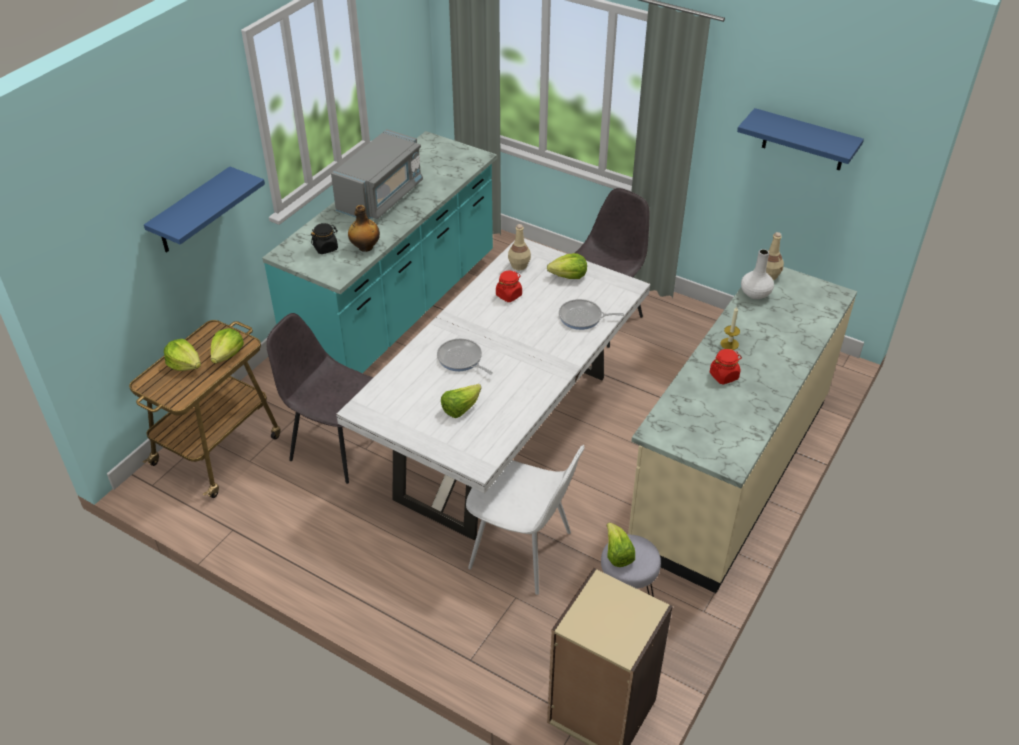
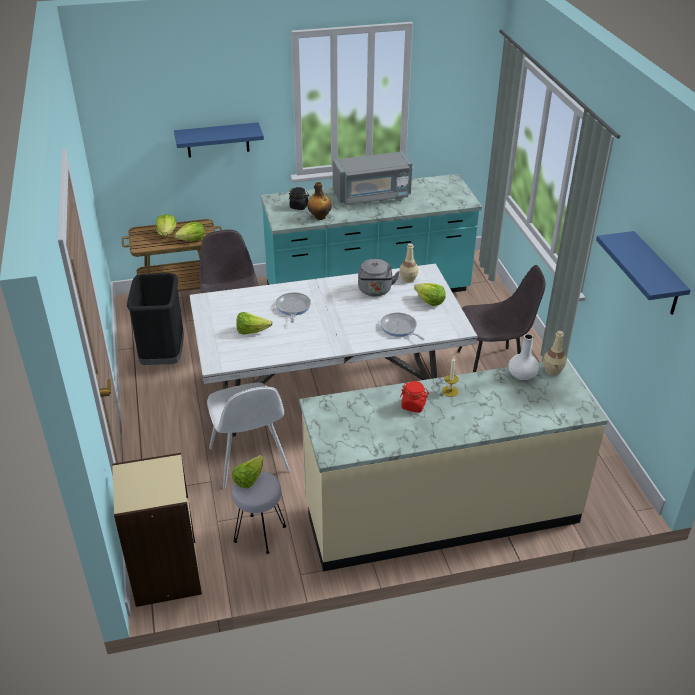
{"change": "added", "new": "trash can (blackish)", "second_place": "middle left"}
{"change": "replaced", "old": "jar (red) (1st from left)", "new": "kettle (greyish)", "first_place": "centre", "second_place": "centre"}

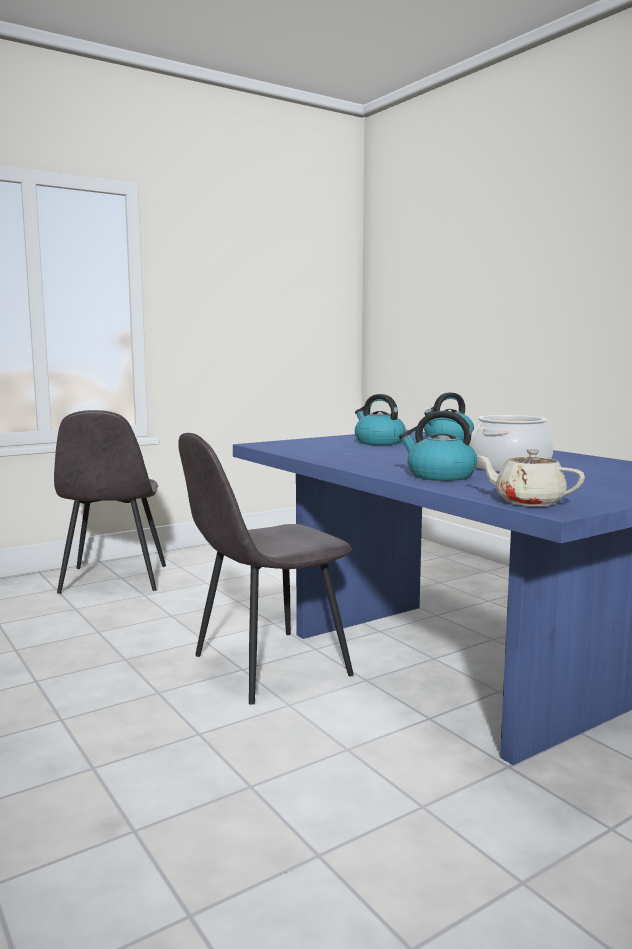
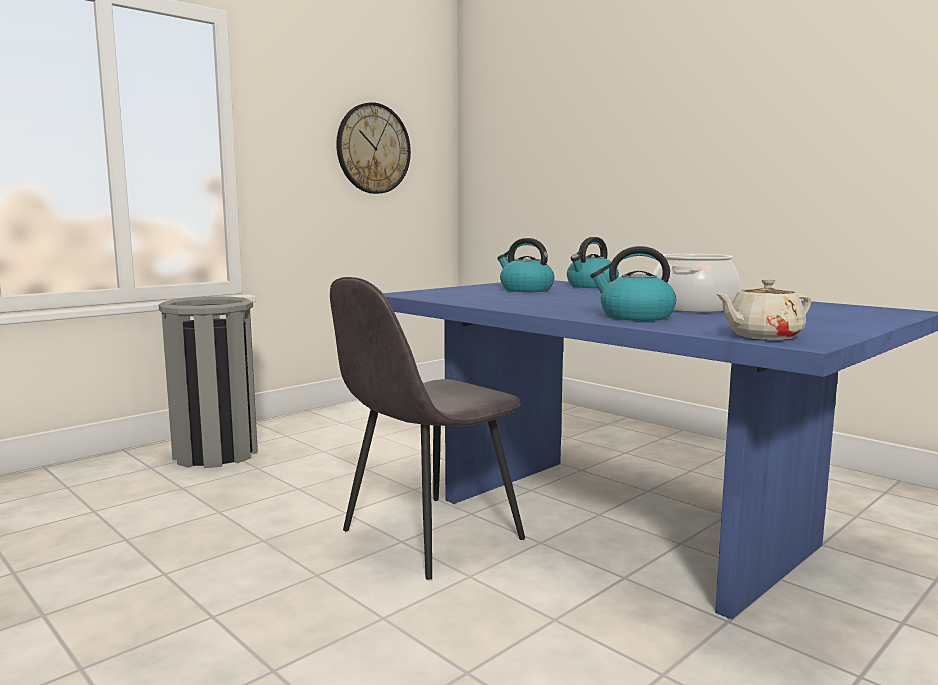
{"change": "added", "new": "wall clock", "second_place": "top centre"}
{"change": "replaced", "old": "plain chair (greyish) (1st from left)", "new": "trash can (greyish)", "first_place": "middle left", "second_place": "middle left"}
{"change": "turned", "old": "tea pot (beige-coloured)", "first_place": "middle right", "second_place": "middle right", "degrees": -45}

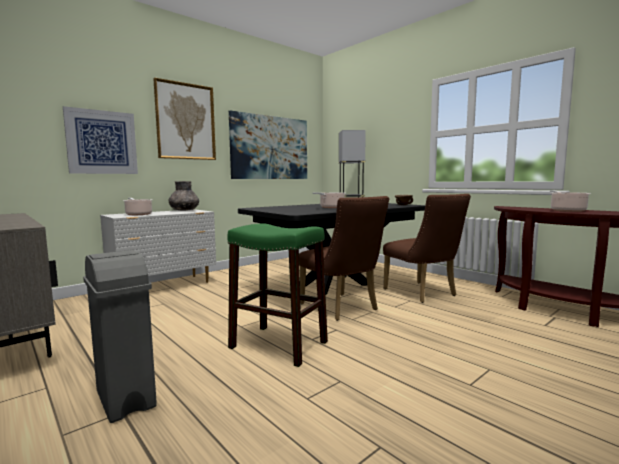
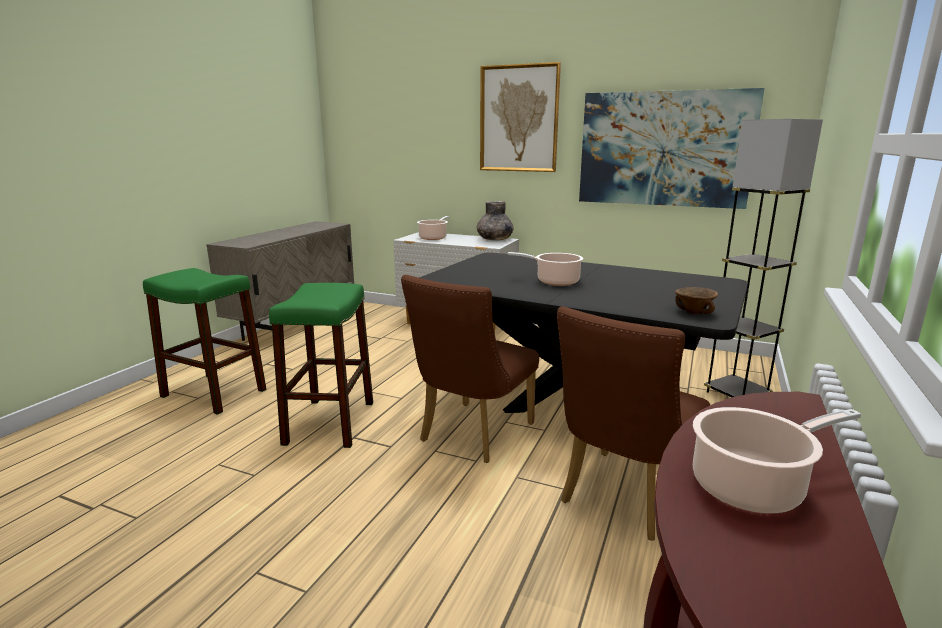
{"change": "removed", "old": "wall art (1st from left)", "first_place": "top left"}
{"change": "replaced", "old": "trash can (greyish)", "new": "stool seat (greenish) (1st from left)", "first_place": "bottom left", "second_place": "middle left"}

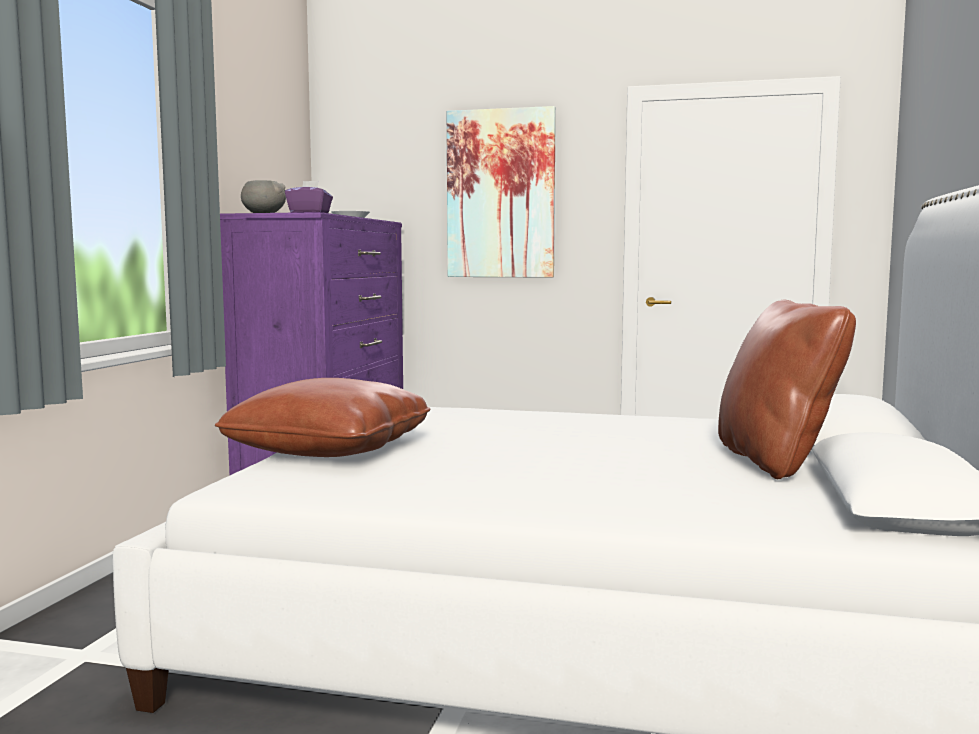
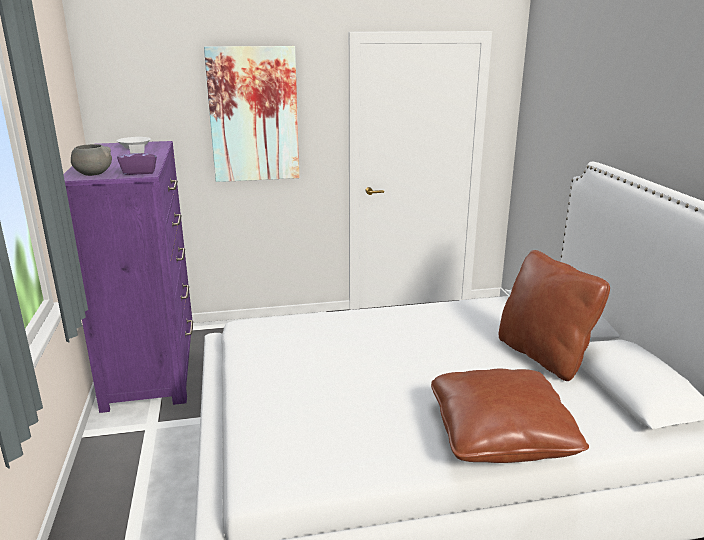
{"change": "moved", "old": "throw pillow (brown) (1st from left)", "first_place": "middle left", "second_place": "bottom right"}

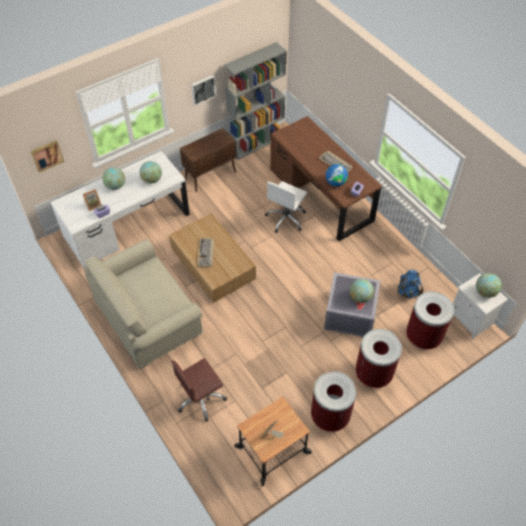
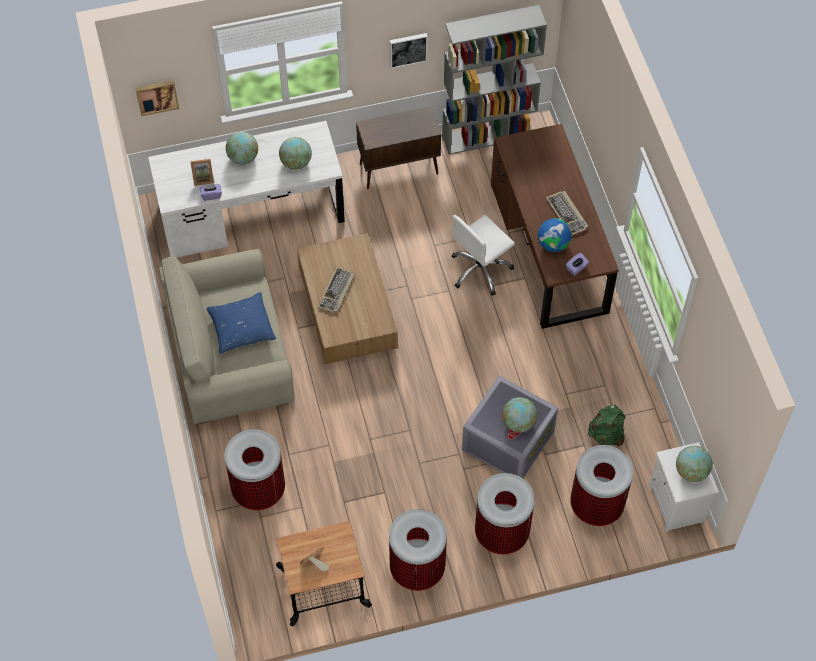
{"change": "added", "new": "throw pillow (blue-coloured)", "second_place": "middle left"}
{"change": "replaced", "old": "desk chair (brown)", "new": "trash can (1st from left)", "first_place": "bottom centre", "second_place": "bottom left"}
{"change": "recoloured", "old": "rucksack (blue-coloured)", "new": "rucksack (greenish)", "first_place": "middle right", "second_place": "middle right"}

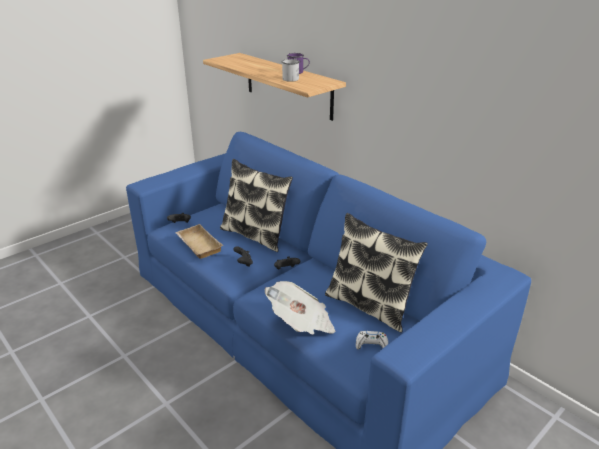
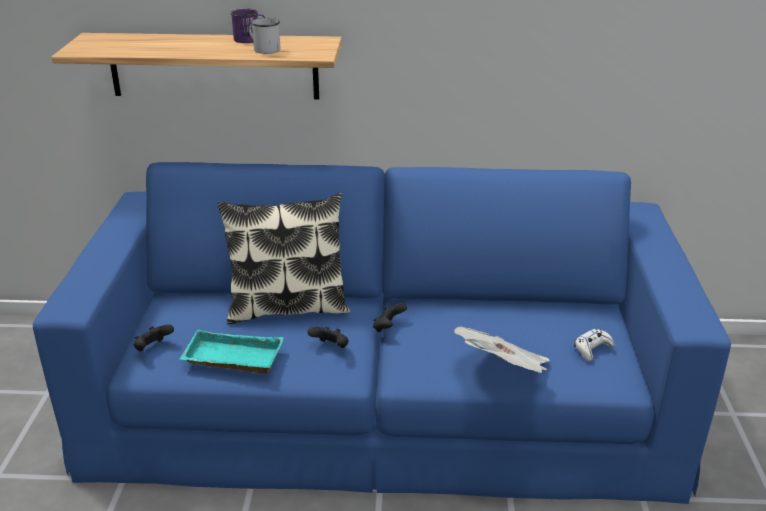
{"change": "removed", "old": "throw pillow (2nd from left)", "first_place": "centre"}
{"change": "recoloured", "old": "tray (beige-coloured)", "new": "tray (blue-green)", "first_place": "middle left", "second_place": "bottom left"}

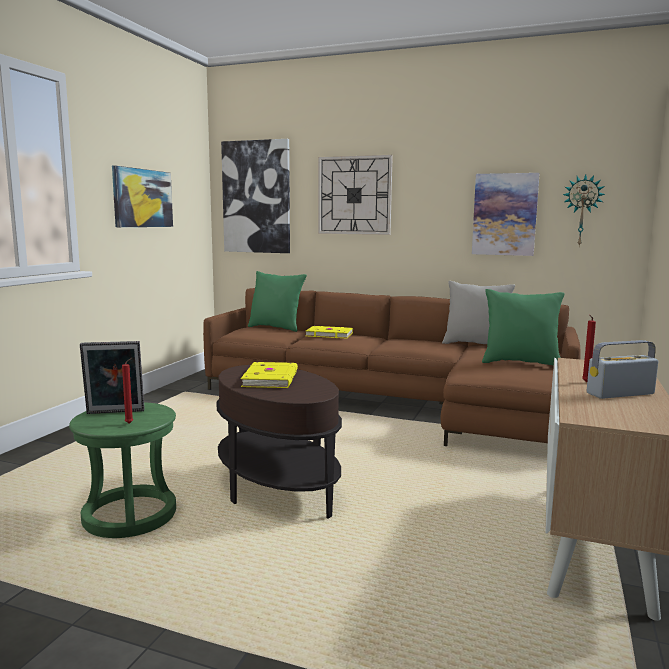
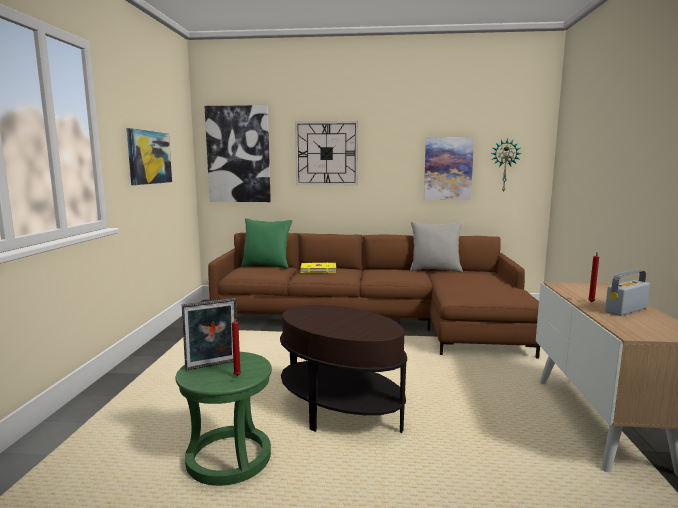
{"change": "removed", "old": "bound book (yellow) (1st from left)", "first_place": "centre"}
{"change": "removed", "old": "throw pillow (greenish) (2nd from left)", "first_place": "middle right"}

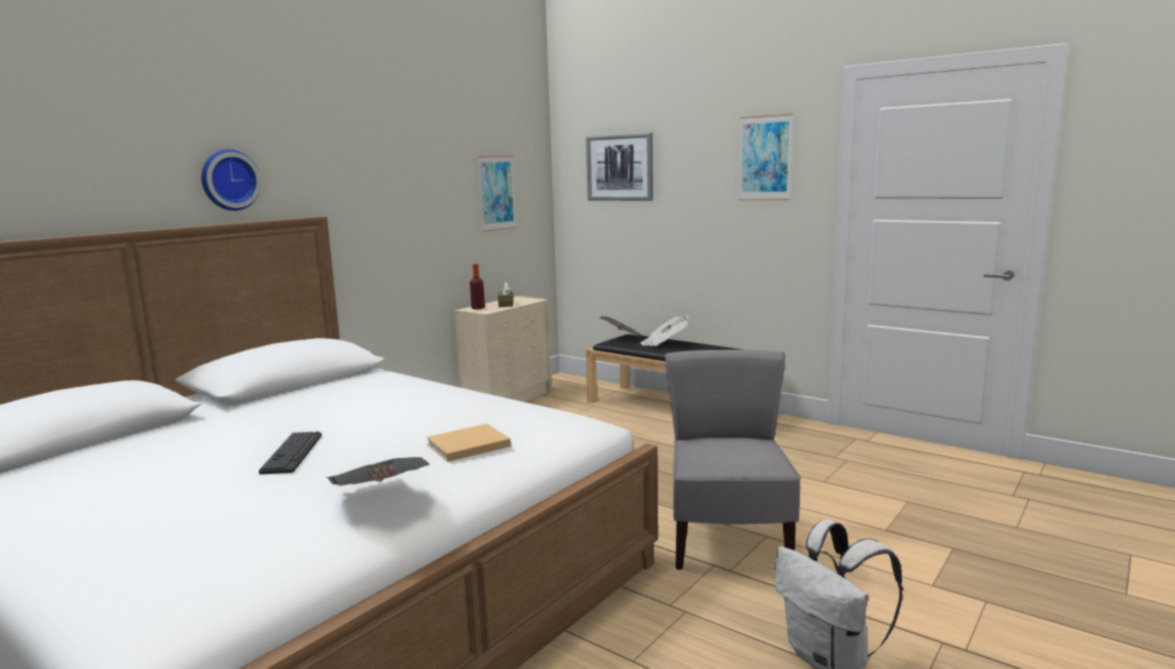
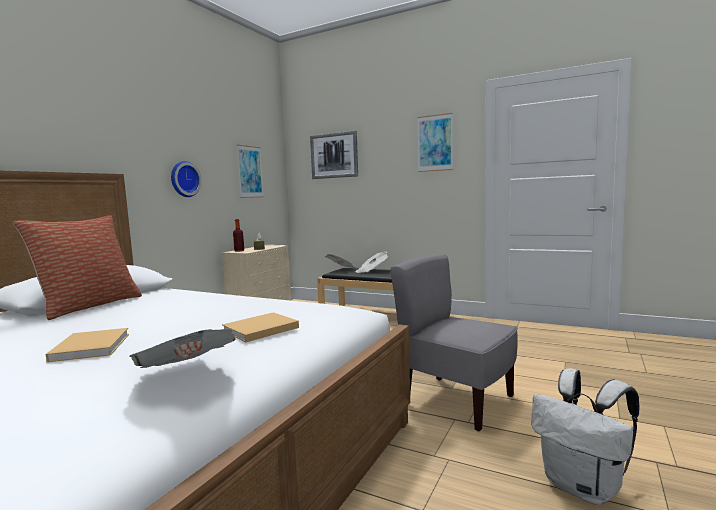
{"change": "added", "new": "throw pillow", "second_place": "middle left"}
{"change": "moved", "old": "wall clock", "first_place": "top left", "second_place": "middle left"}
{"change": "replaced", "old": "computer keyboard", "new": "bound book (beige-coloured) (1st from left)", "first_place": "bottom left", "second_place": "bottom left"}
{"change": "turned", "old": "plain chair (greyish)", "first_place": "bottom centre", "second_place": "bottom centre", "degrees": -45}

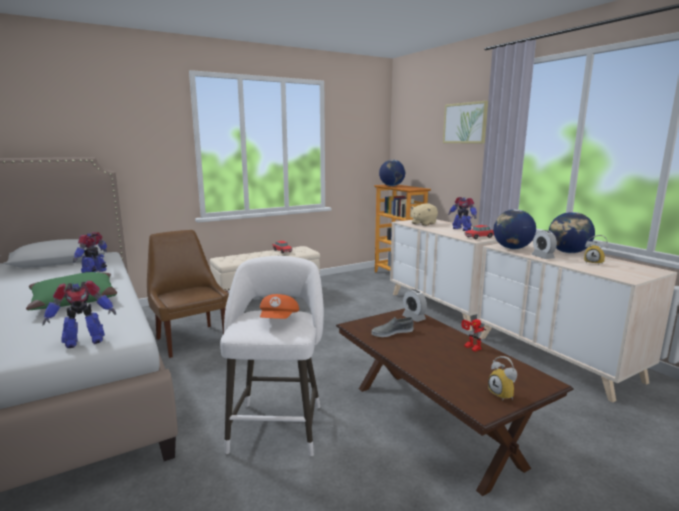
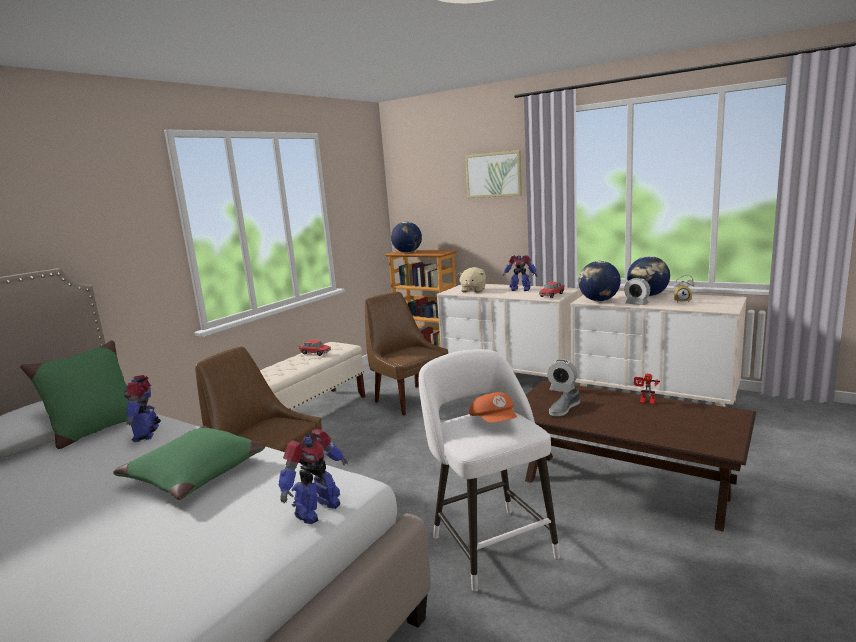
{"change": "removed", "old": "alarm clock (2nd from left)", "first_place": "bottom right"}
{"change": "added", "new": "throw pillow (greenish) (1st from left)", "second_place": "middle left"}
{"change": "added", "new": "plain chair (brown) (2nd from left)", "second_place": "centre"}

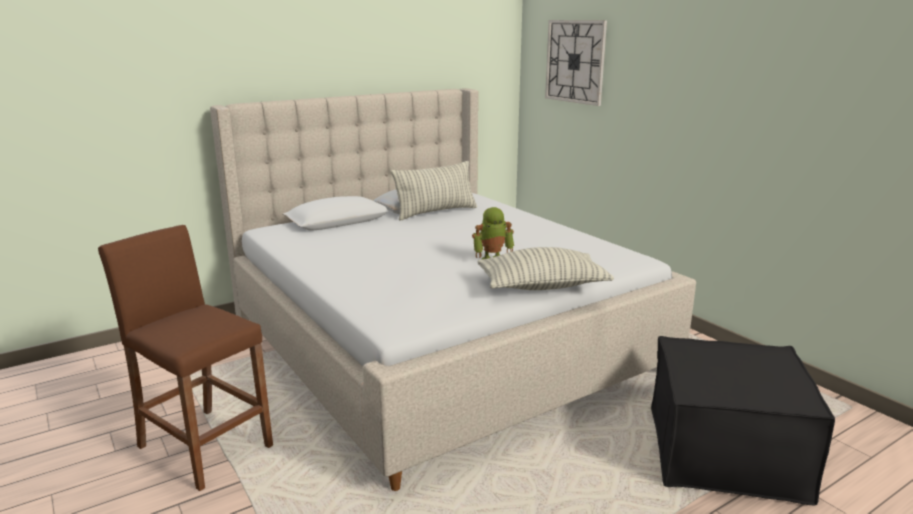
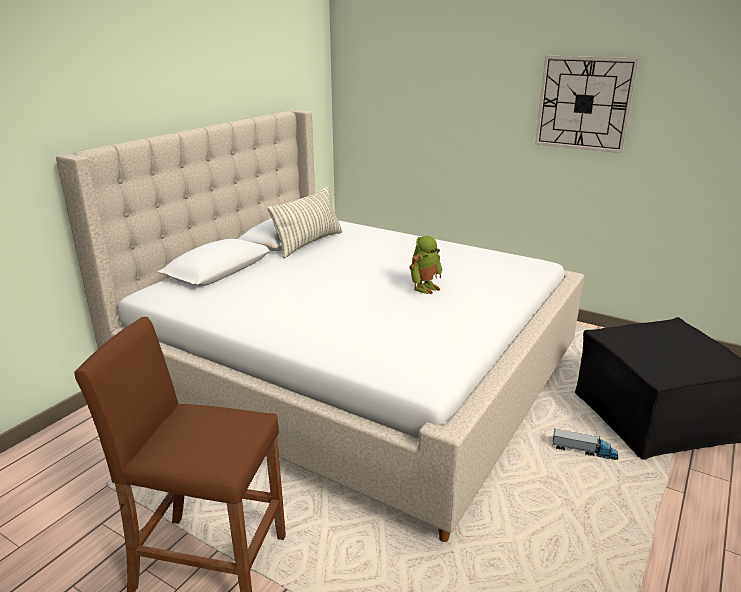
{"change": "removed", "old": "throw pillow (2nd from left)", "first_place": "centre"}
{"change": "added", "new": "model truck", "second_place": "bottom right"}
{"change": "moved", "old": "wall clock", "first_place": "top centre", "second_place": "top right"}

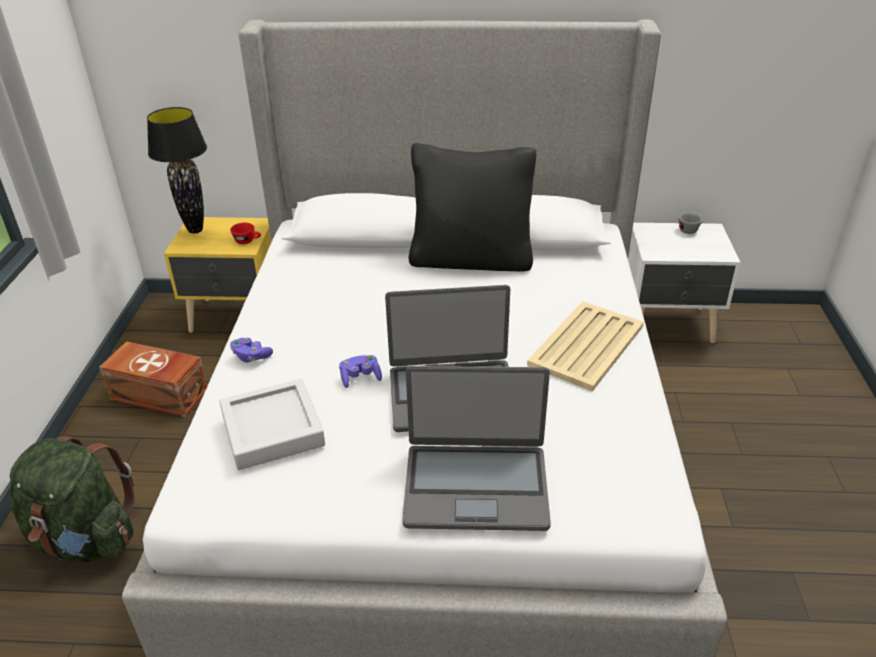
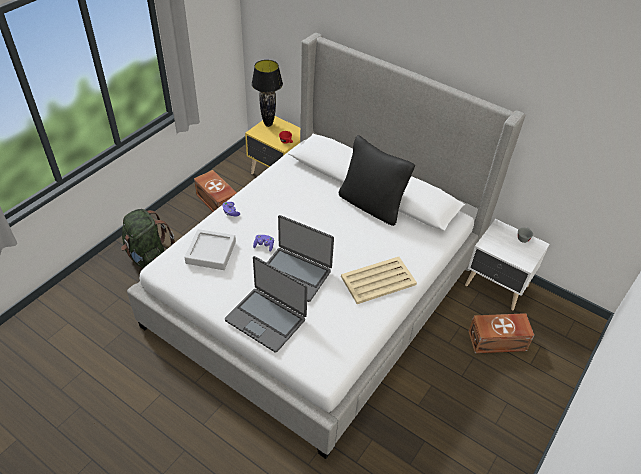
{"change": "added", "new": "storage box (brown) (2nd from left)", "second_place": "bottom right"}

